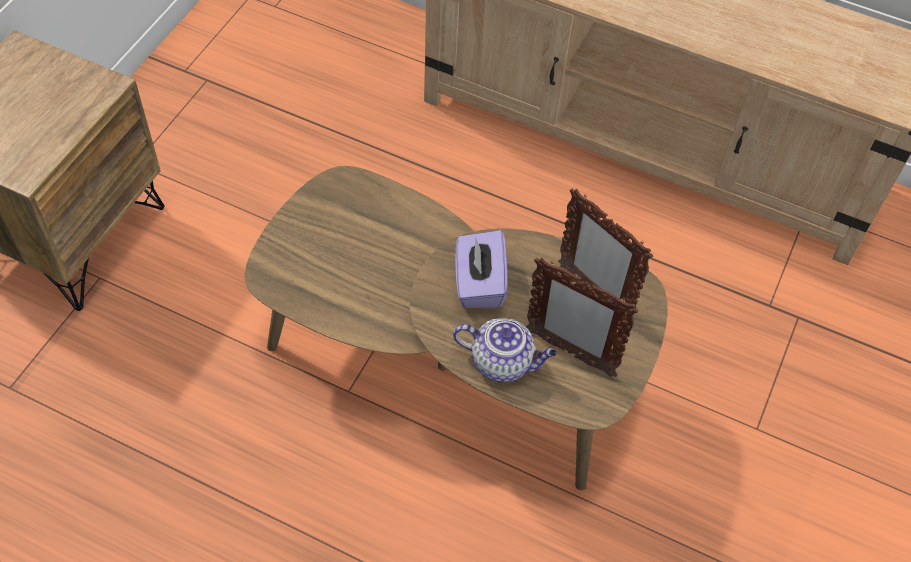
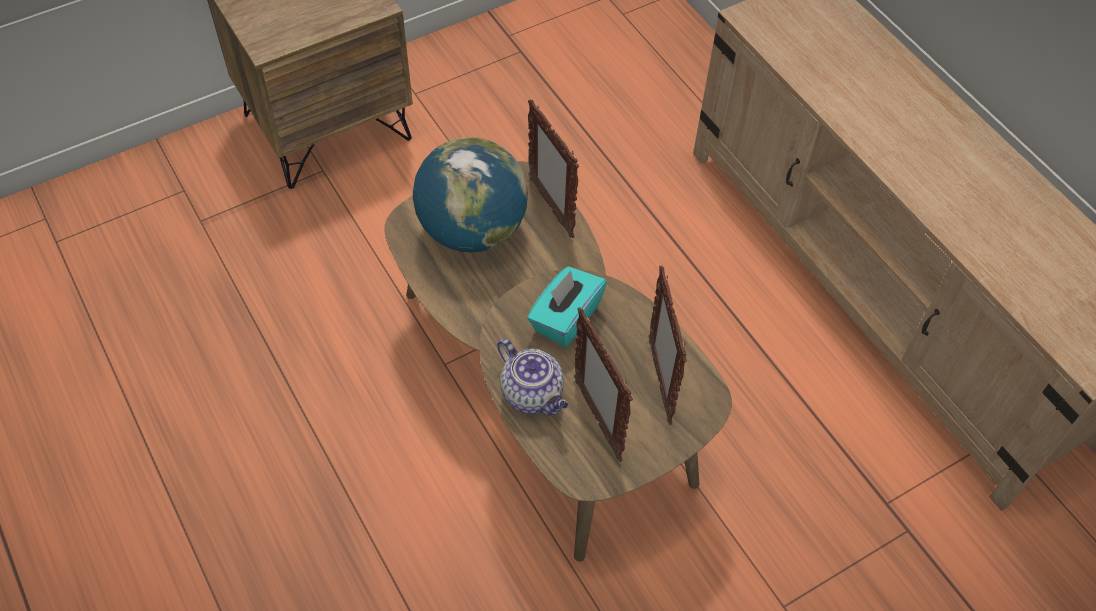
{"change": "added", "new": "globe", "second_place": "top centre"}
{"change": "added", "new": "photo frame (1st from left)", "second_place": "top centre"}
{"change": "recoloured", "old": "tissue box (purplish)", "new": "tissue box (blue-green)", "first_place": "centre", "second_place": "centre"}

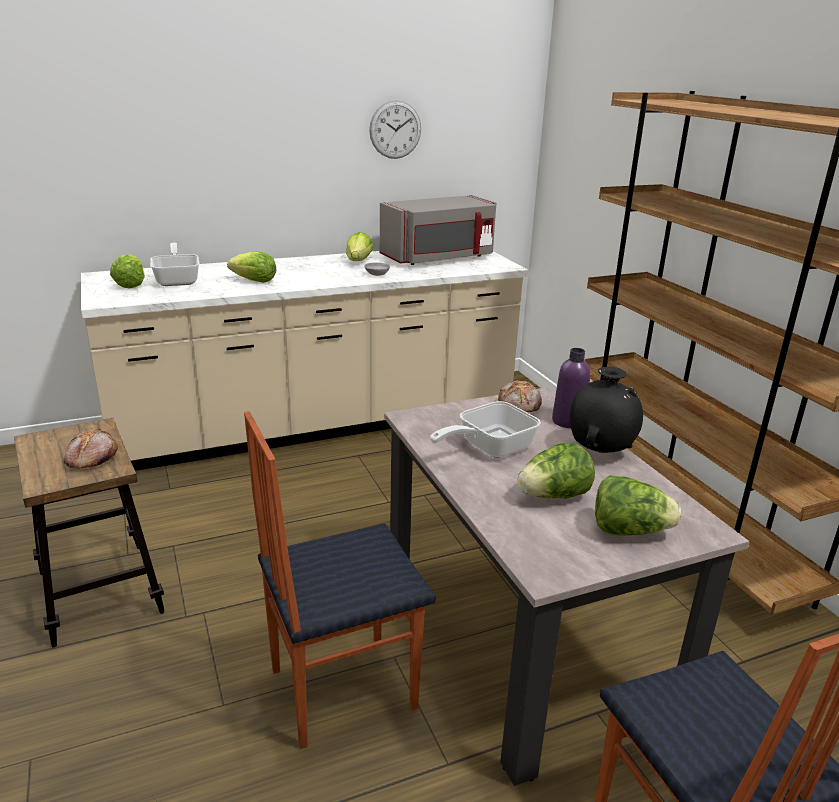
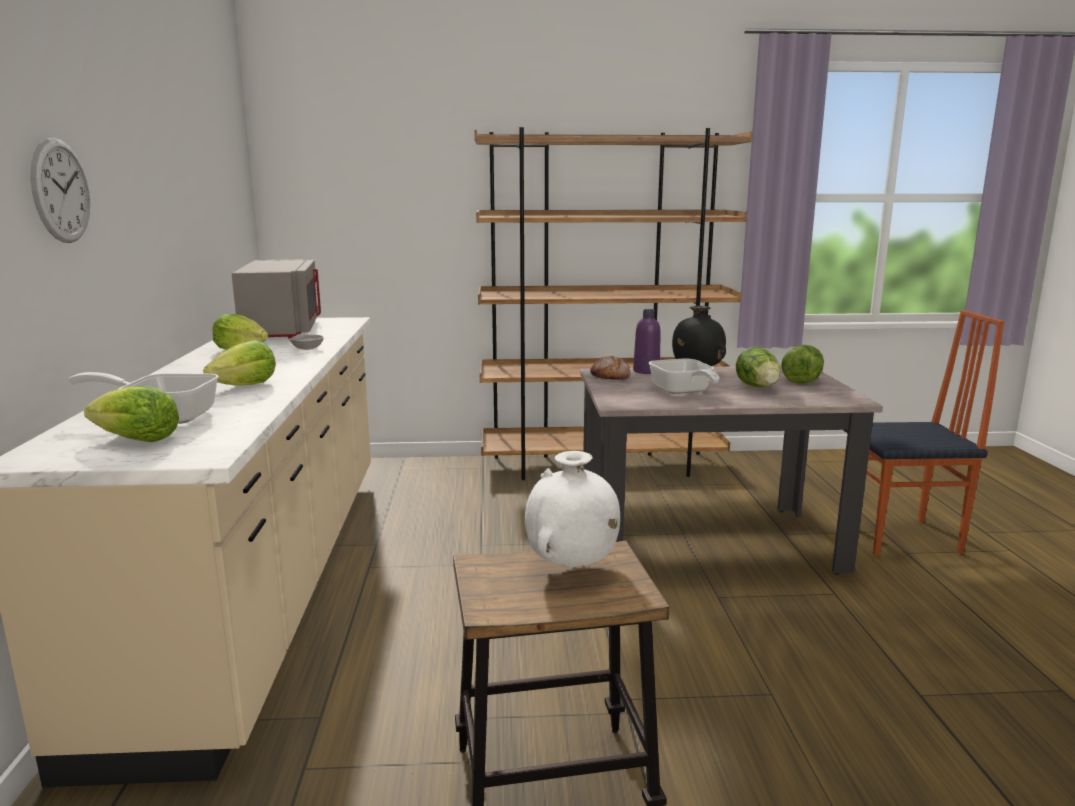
{"change": "removed", "old": "plain chair (1st from left)", "first_place": "bottom centre"}
{"change": "moved", "old": "wall clock", "first_place": "top centre", "second_place": "top left"}
{"change": "replaced", "old": "bread (1st from left)", "new": "decorative vase (whitish)", "first_place": "middle left", "second_place": "centre"}

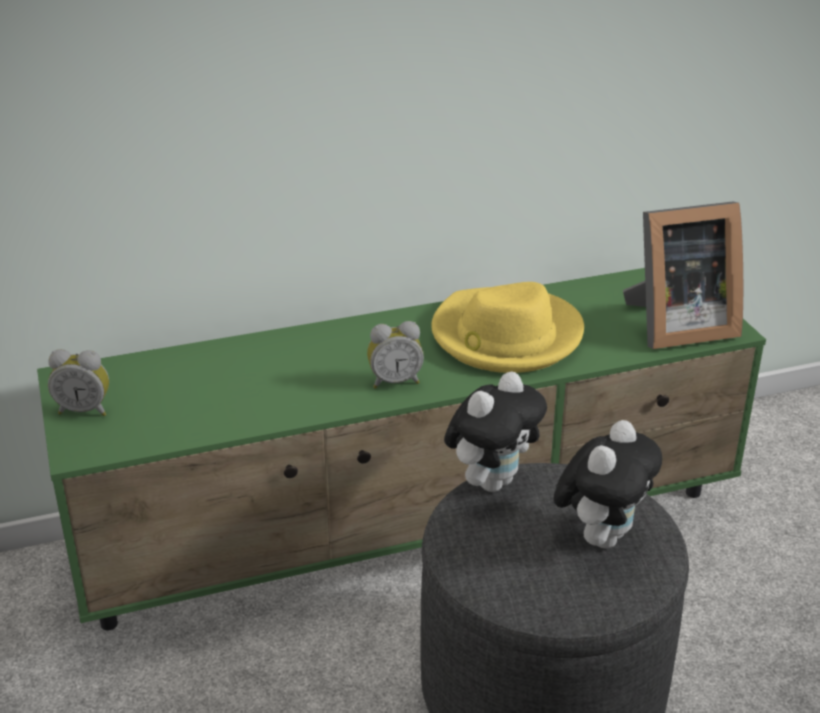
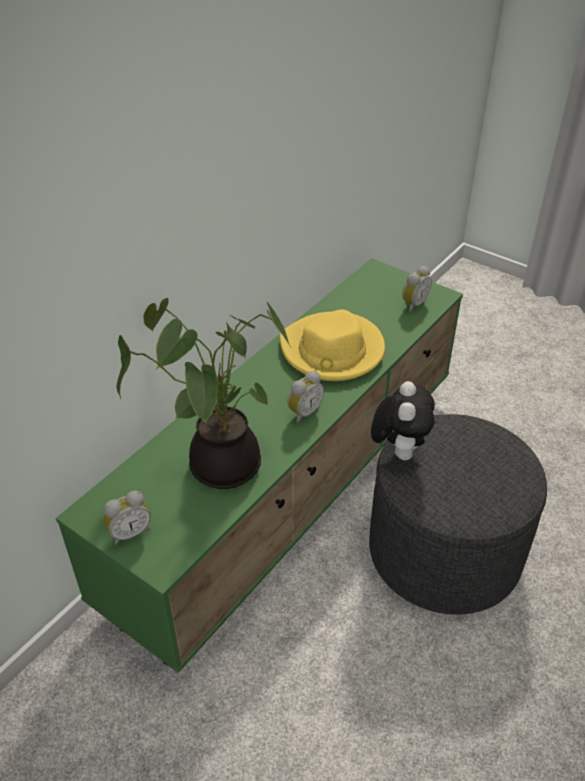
{"change": "removed", "old": "soft toy (2nd from left)", "first_place": "bottom right"}
{"change": "added", "new": "plant in a pot", "second_place": "centre"}
{"change": "replaced", "old": "photo frame", "new": "alarm clock (3rd from left)", "first_place": "middle right", "second_place": "middle right"}

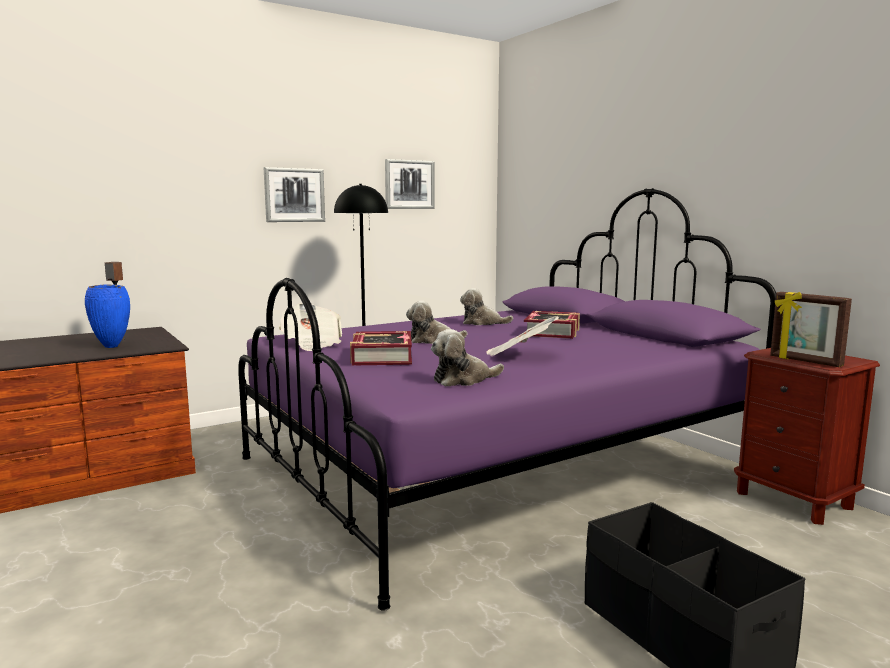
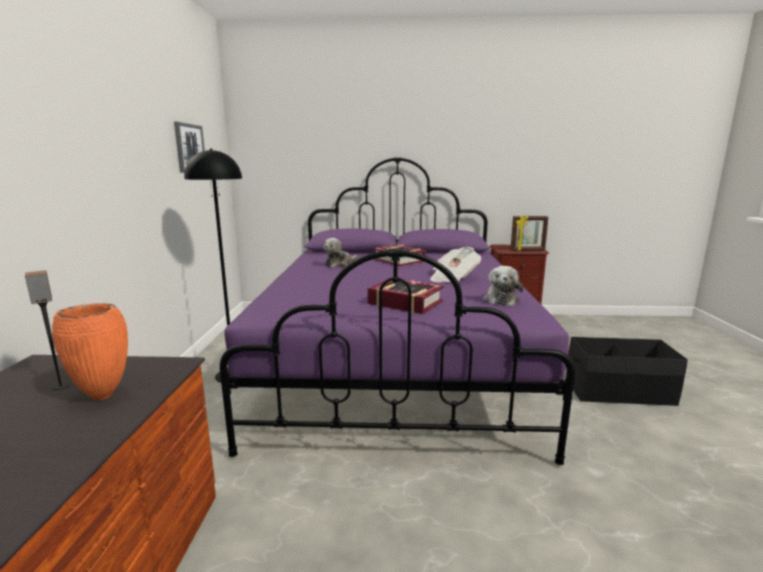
{"change": "removed", "old": "wall art (1st from left)", "first_place": "top left"}
{"change": "removed", "old": "daily paper (1st from left)", "first_place": "centre"}
{"change": "removed", "old": "soft toy (1st from left)", "first_place": "centre"}
{"change": "recoloured", "old": "decorative vase (blue-coloured)", "new": "decorative vase (orange)", "first_place": "middle left", "second_place": "middle left"}

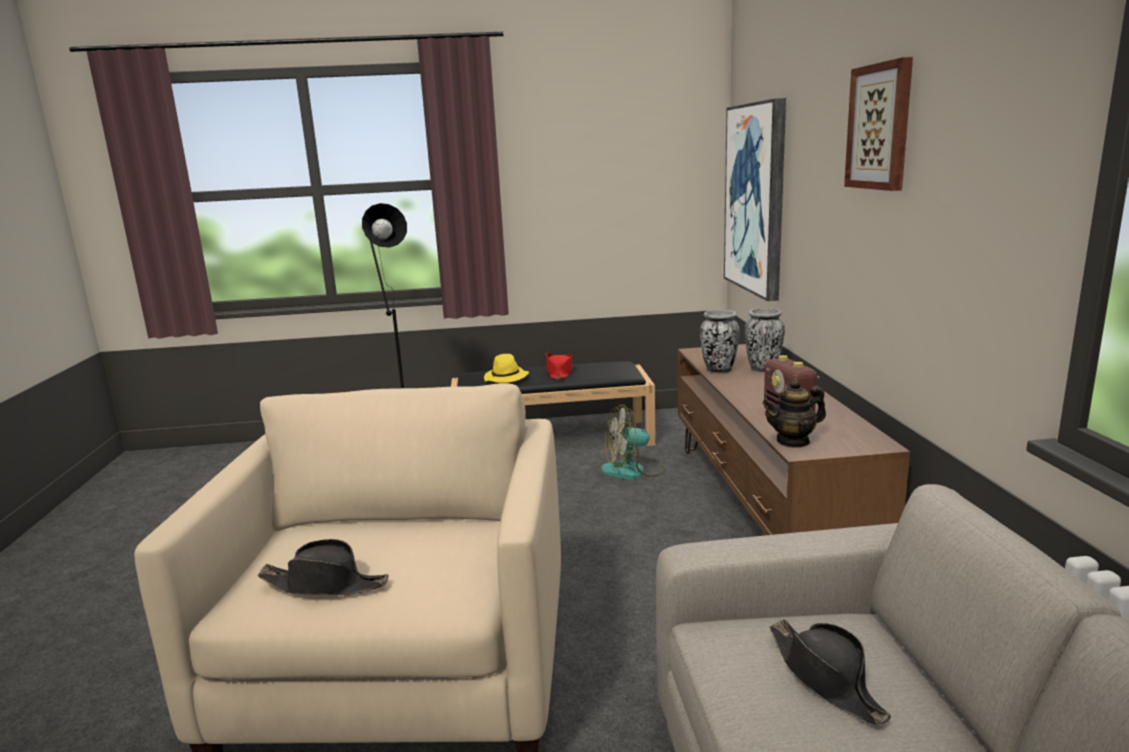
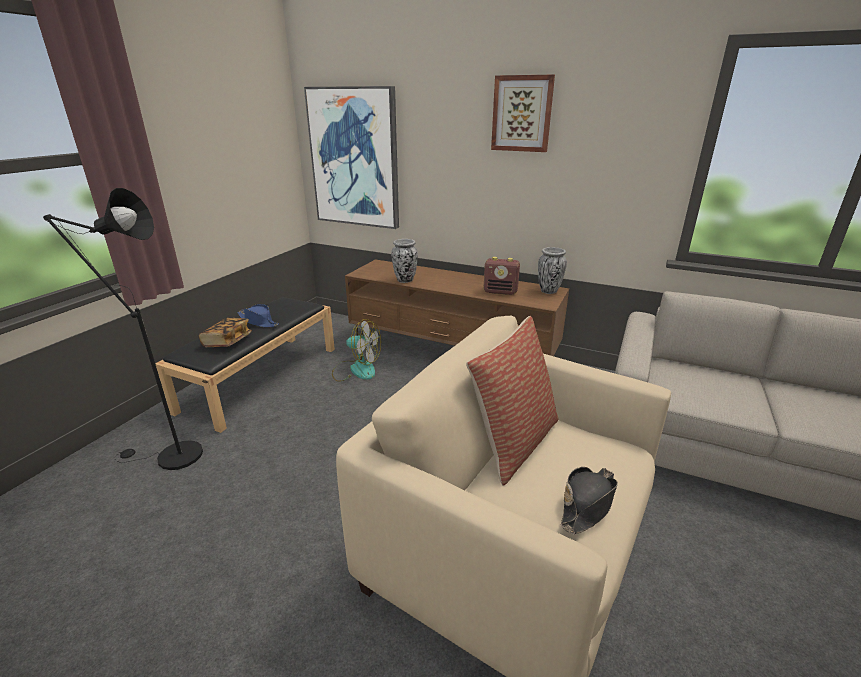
{"change": "removed", "old": "tea pot", "first_place": "middle right"}
{"change": "removed", "old": "hat (blackish) (2nd from left)", "first_place": "bottom right"}
{"change": "added", "new": "throw pillow", "second_place": "centre"}
{"change": "moved", "old": "decorative vase (2nd from left)", "first_place": "middle right", "second_place": "centre"}
{"change": "replaced", "old": "hat (yellow)", "new": "bound book", "first_place": "centre", "second_place": "middle left"}
{"change": "recoloured", "old": "hat (red)", "new": "hat (blue-coloured)", "first_place": "centre", "second_place": "middle left"}
{"change": "turned", "old": "cooling fan", "first_place": "centre", "second_place": "centre", "degrees": -90}

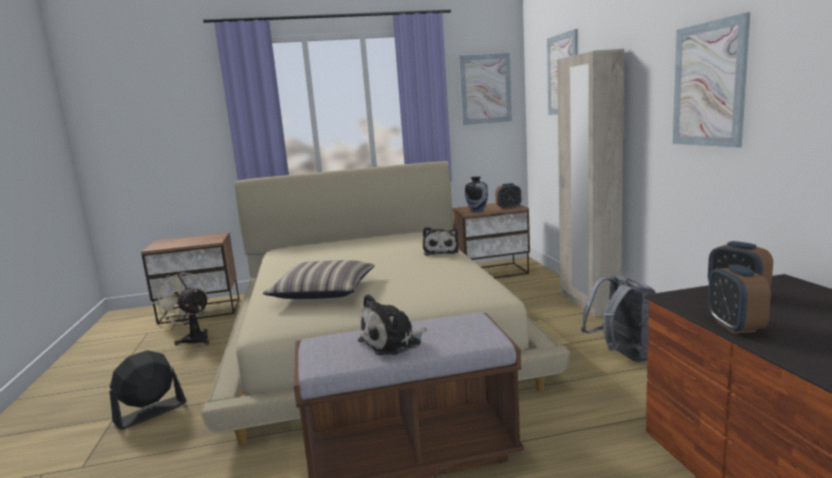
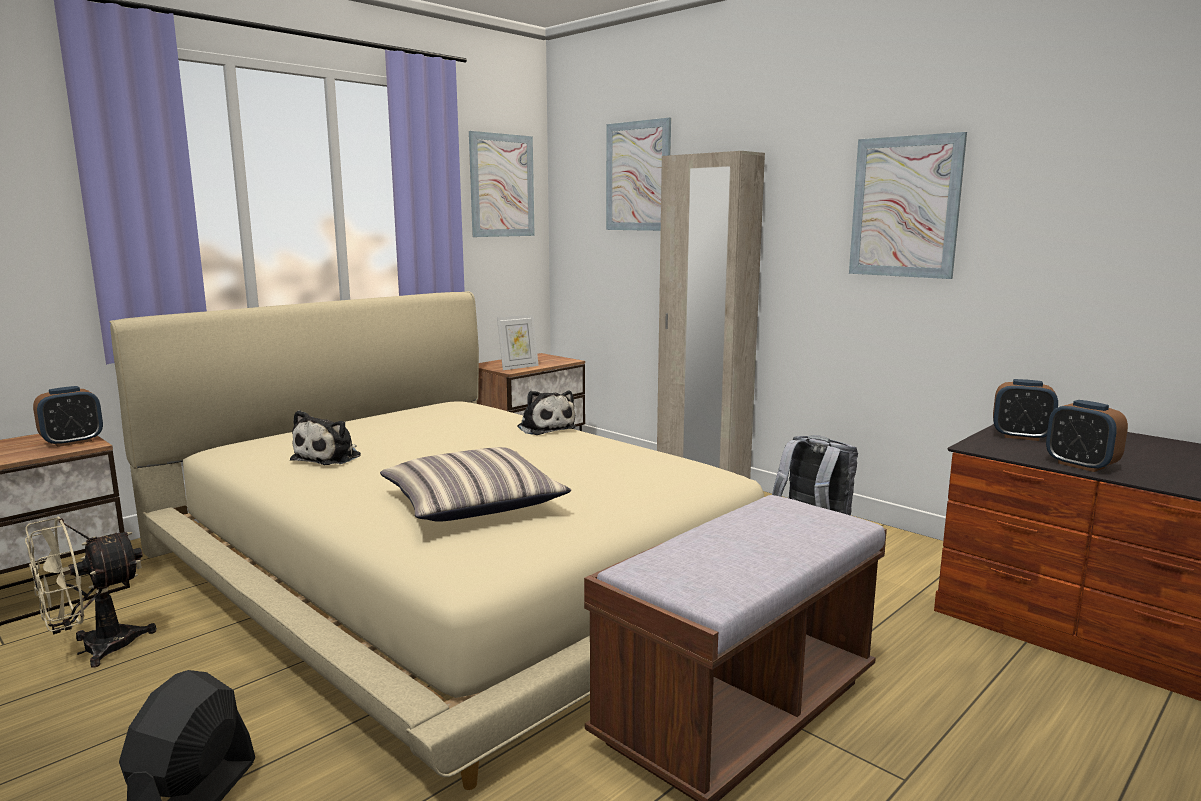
{"change": "moved", "old": "soft toy (1st from left)", "first_place": "bottom centre", "second_place": "middle left"}
{"change": "moved", "old": "alarm clock (1st from left)", "first_place": "centre", "second_place": "middle left"}
{"change": "replaced", "old": "decorative vase", "new": "photo frame", "first_place": "centre", "second_place": "centre"}
{"change": "turned", "old": "cooling fan (beige-coloured)", "first_place": "middle left", "second_place": "bottom left", "degrees": -45}

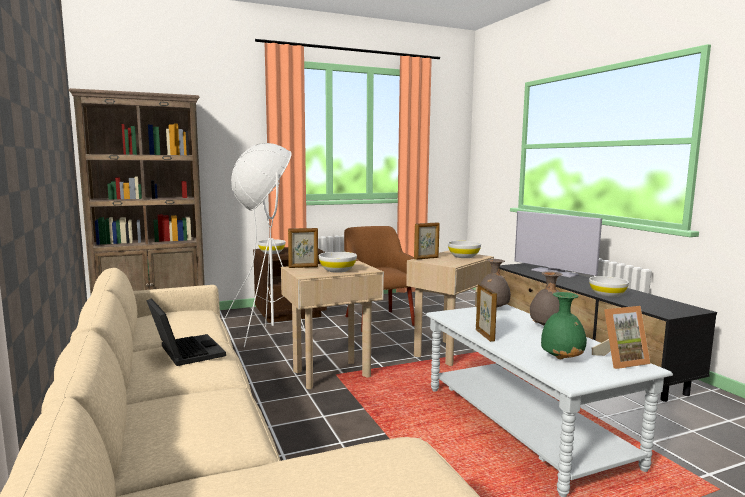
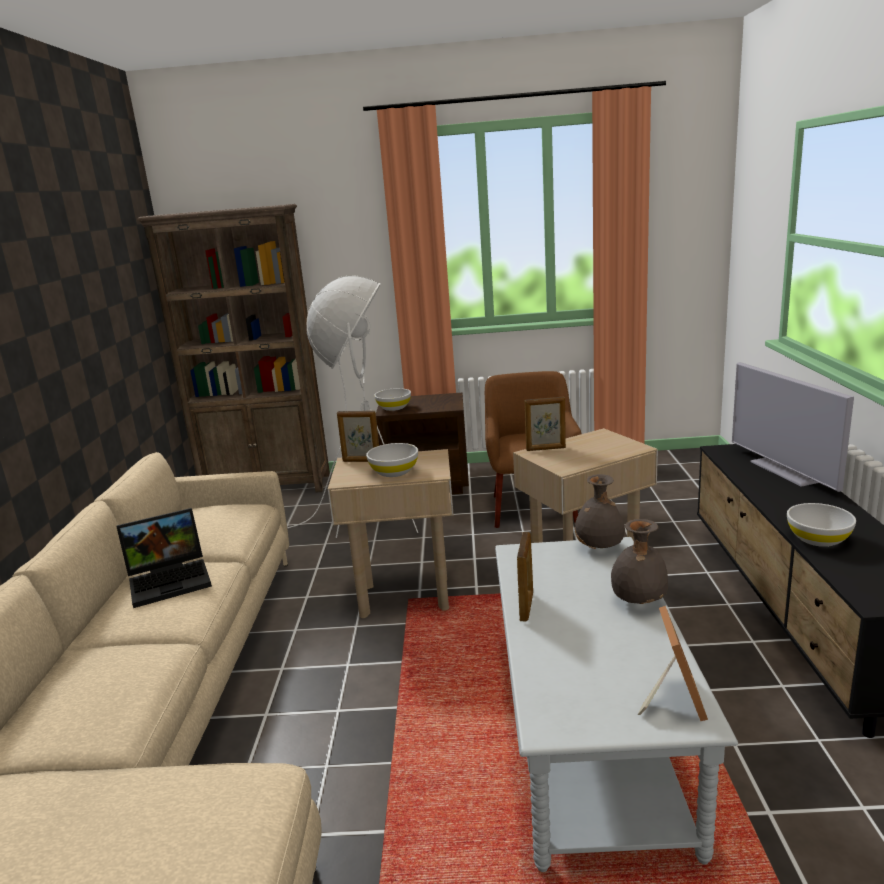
{"change": "removed", "old": "serving bowl (whitish) (3rd from left)", "first_place": "centre"}
{"change": "removed", "old": "decorative vase (greenish)", "first_place": "middle right"}
{"change": "turned", "old": "laptop", "first_place": "bottom left", "second_place": "middle left", "degrees": 75}
{"change": "turned", "old": "photo frame (4th from left)", "first_place": "bottom right", "second_place": "bottom right", "degrees": -90}

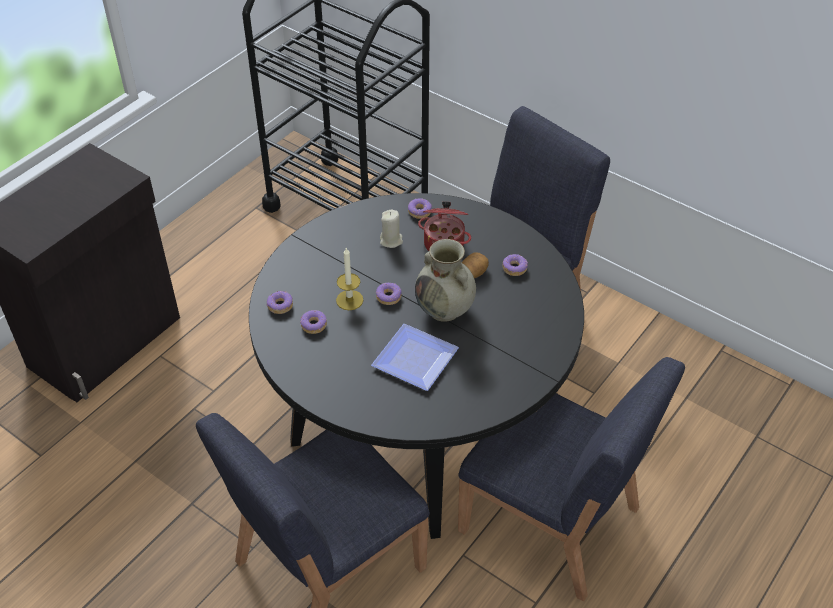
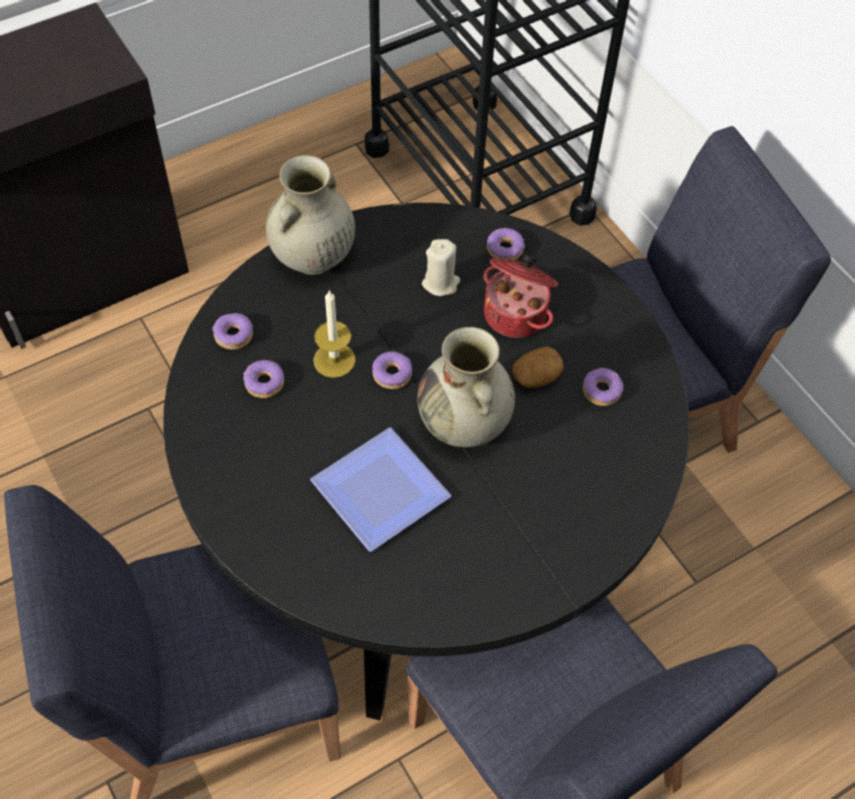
{"change": "added", "new": "decorative vase (beige-coloured) (1st from left)", "second_place": "top centre"}

